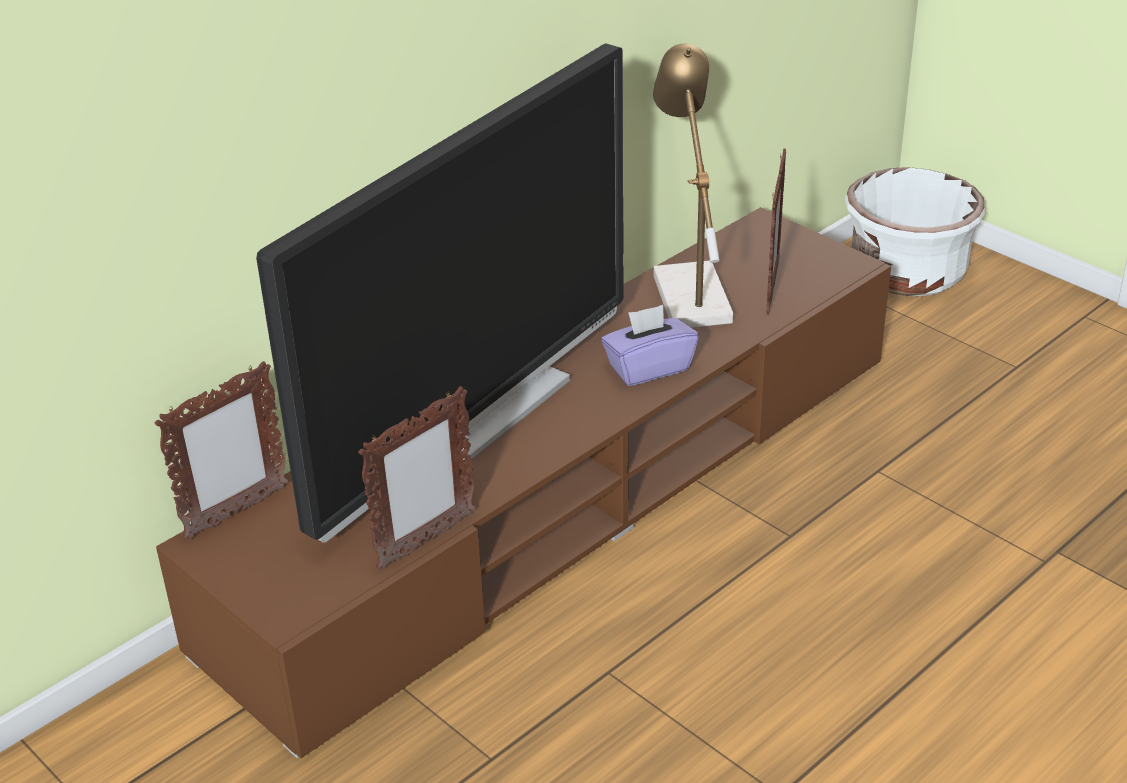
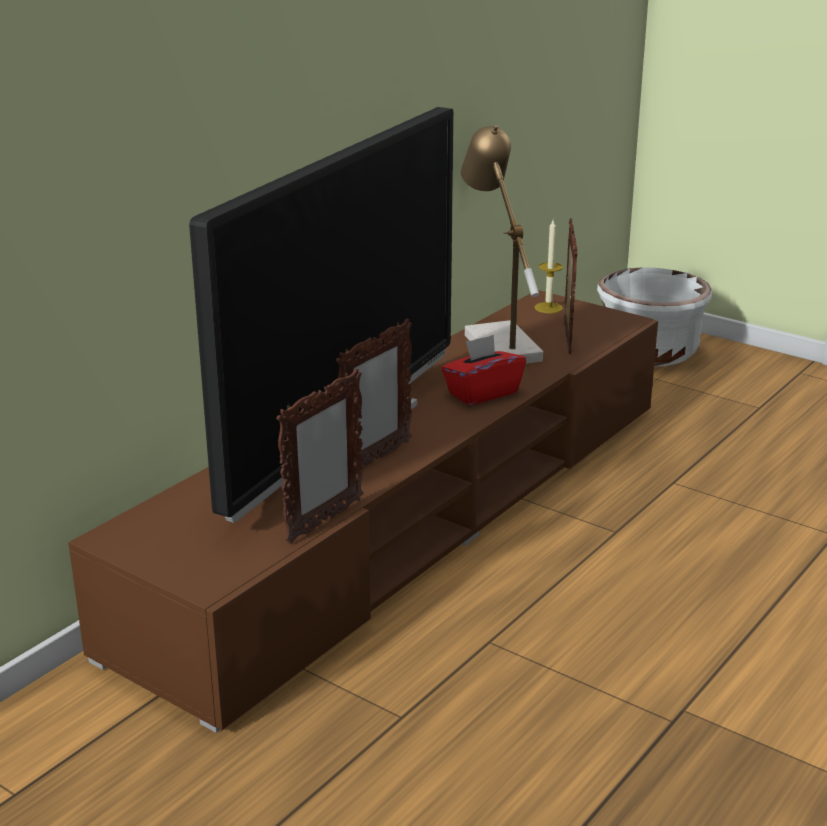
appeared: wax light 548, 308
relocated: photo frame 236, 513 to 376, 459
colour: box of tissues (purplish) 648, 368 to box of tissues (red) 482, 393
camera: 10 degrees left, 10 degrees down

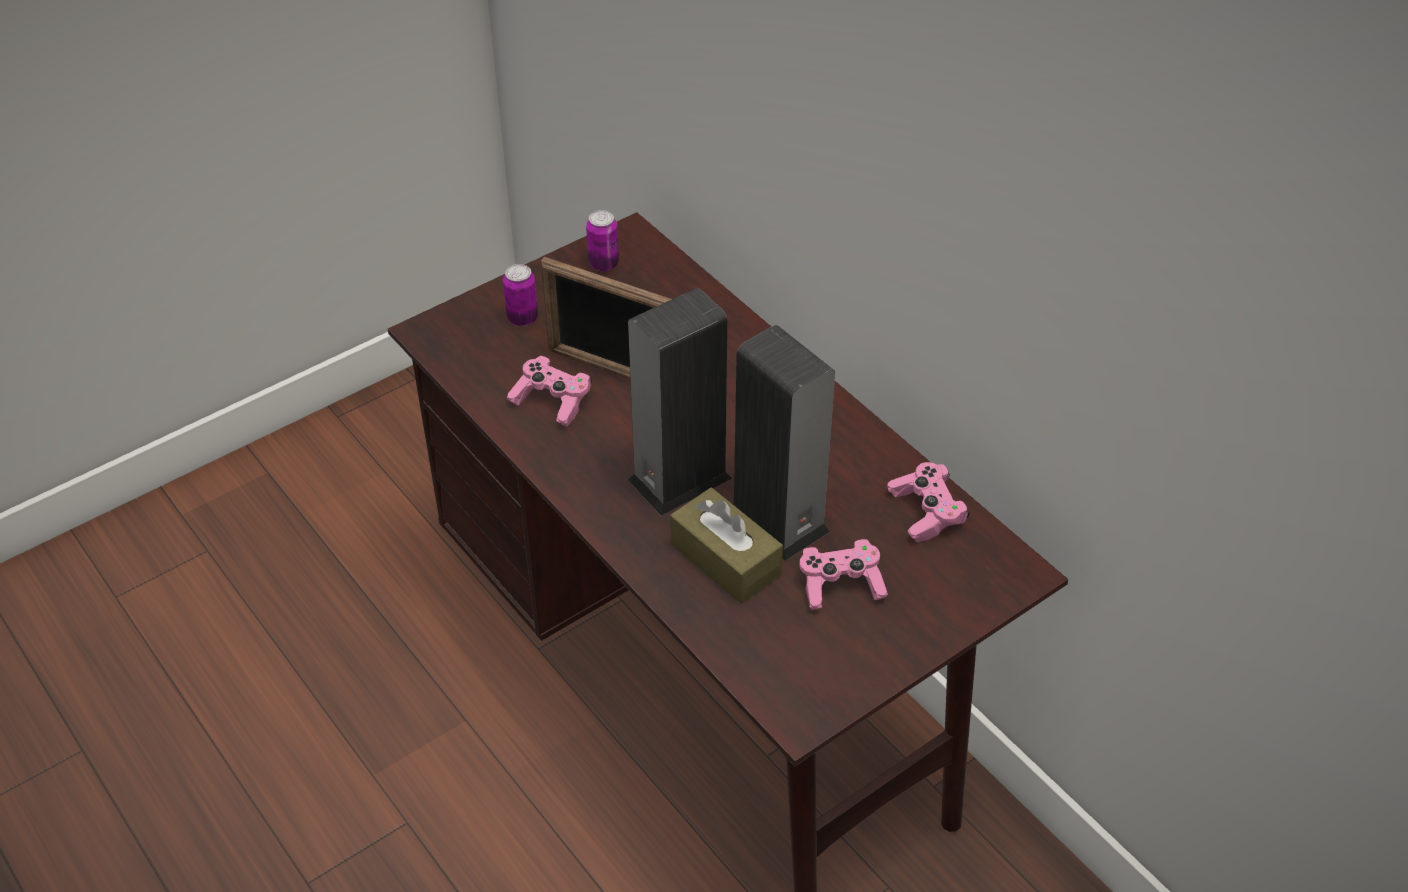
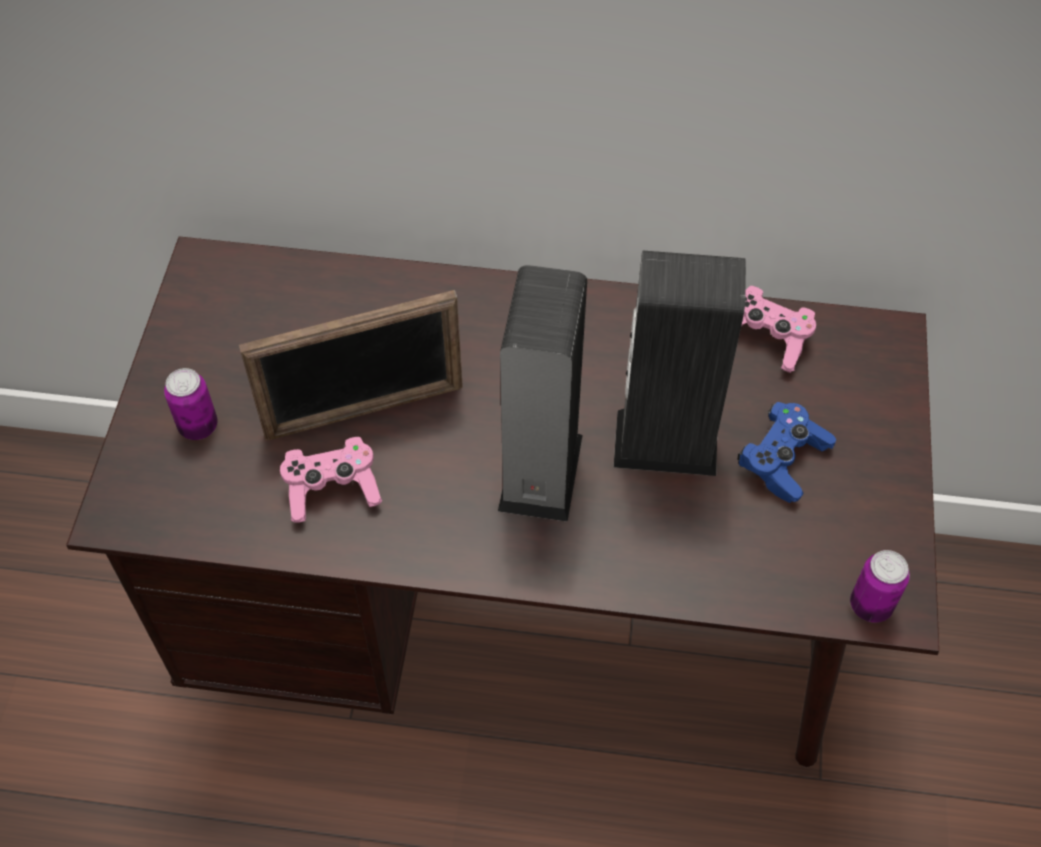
missing: box of tissues (brownish) 725, 559
relocated: sealed can 603, 263 to 870, 605
colour: joypad (pink) 840, 585 to joypad (bluish) 783, 460
camera: 45 degrees left, 10 degrees up

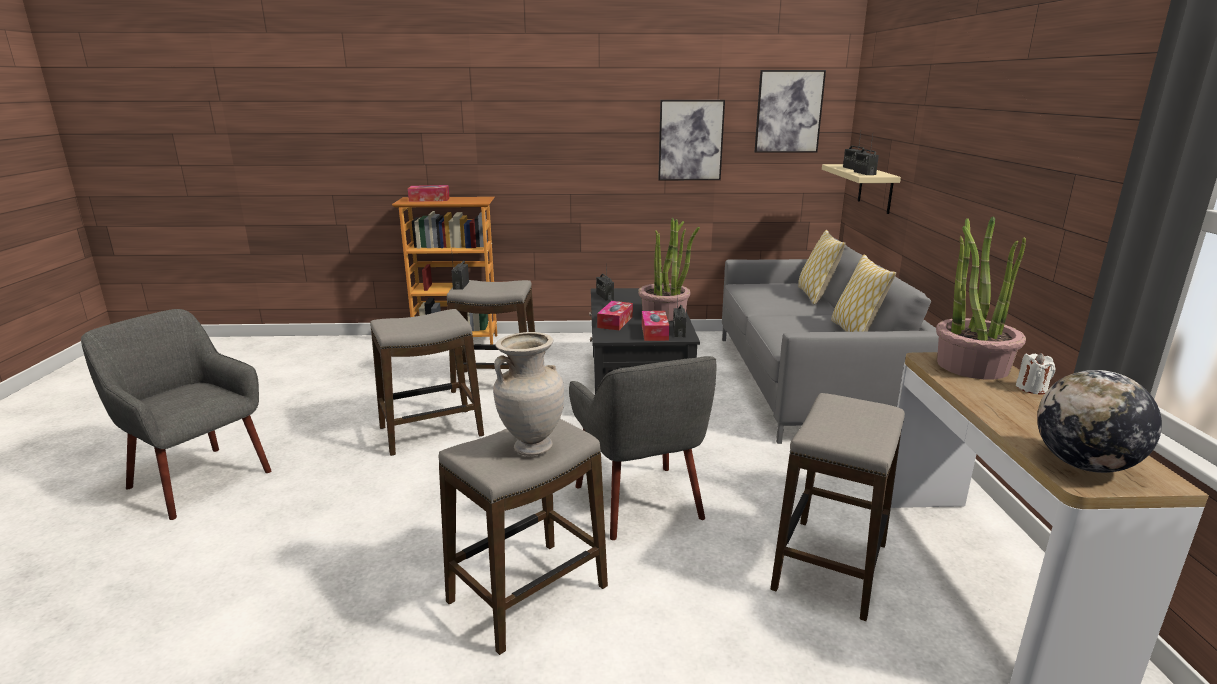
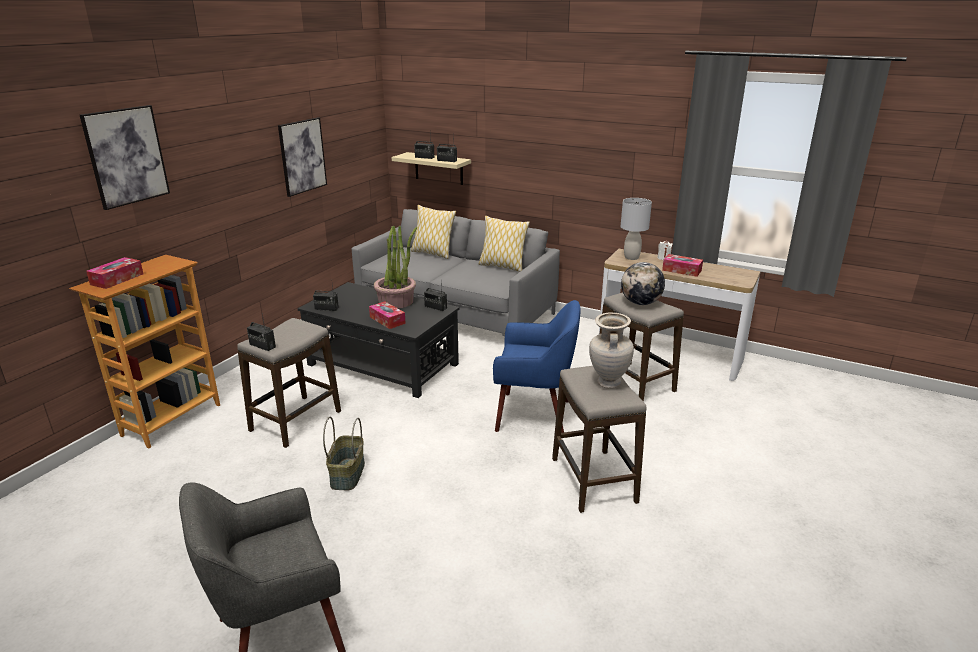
relocated: picture 788, 111 to 126, 156; world globe 1084, 465 to 640, 303; box of tissues 654, 332 to 681, 270
exchanged: stool 431, 432 to household basket 347, 474; potted plant 972, 366 to table lamp (greyish) 631, 257
colour: lounge chair (greyish) 640, 502 to lounge chair (bluish) 534, 414
camera: 60 degrees left, 5 degrees up

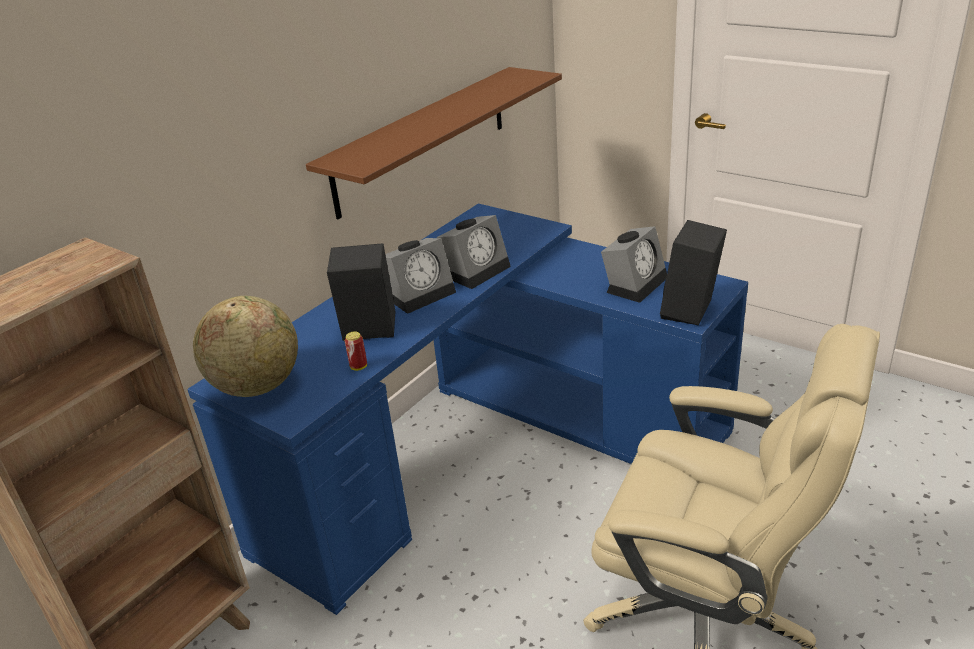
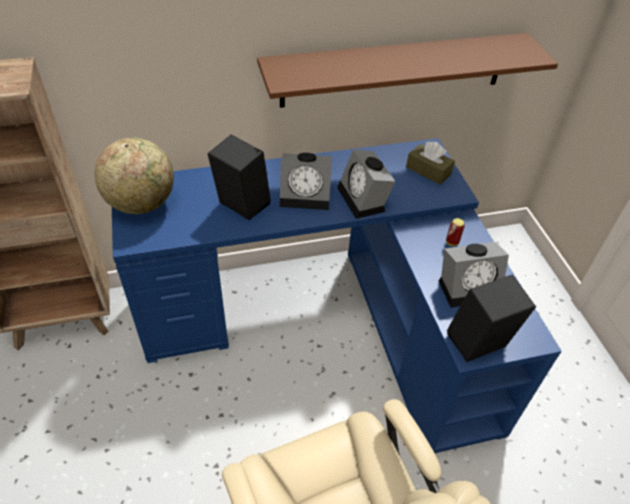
appeared: box of tissues (brownish) 428, 171
relocated: sealed can 358, 367 to 452, 242
spun: bedside clock 477, 270 = 364, 200 75 degrees clockwise
camera: 35 degrees right, 15 degrees up

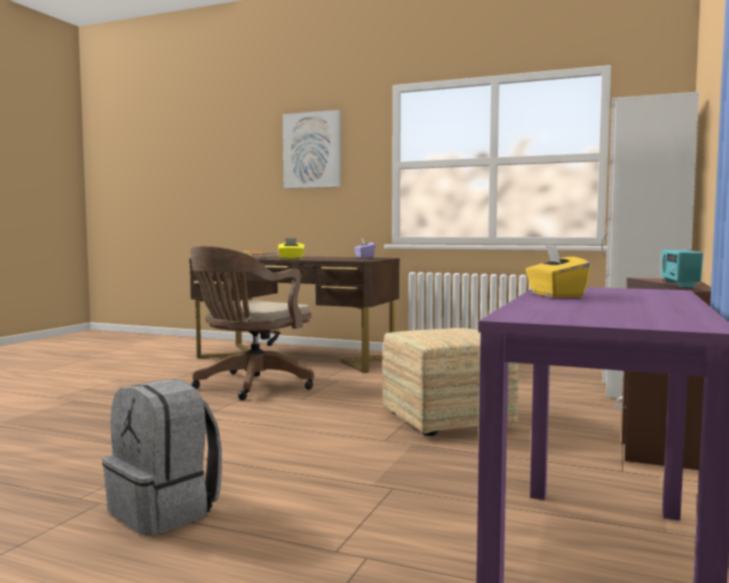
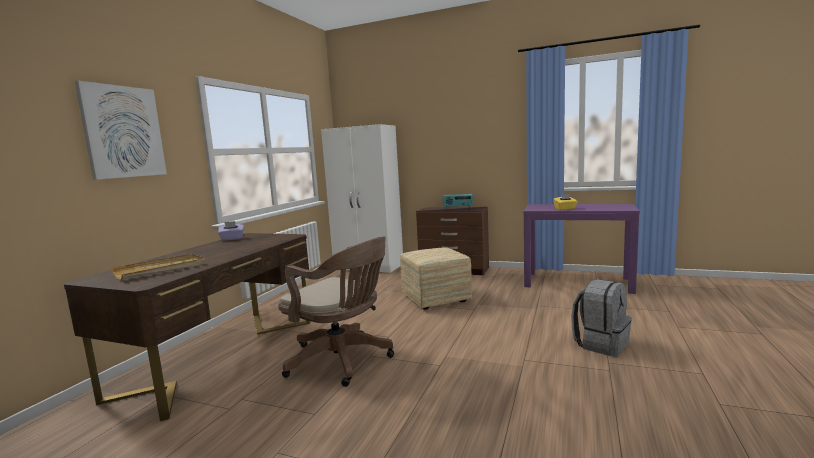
missing: box of tissues (yellowish) 291, 258
camera: 90 degrees left, 5 degrees up

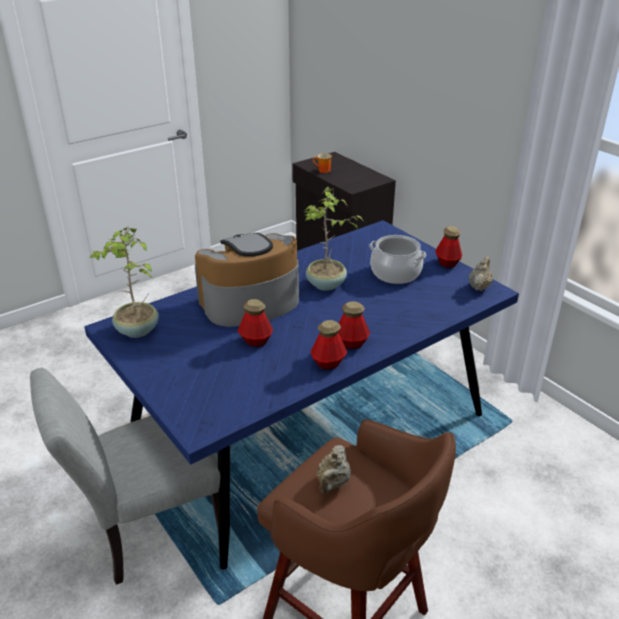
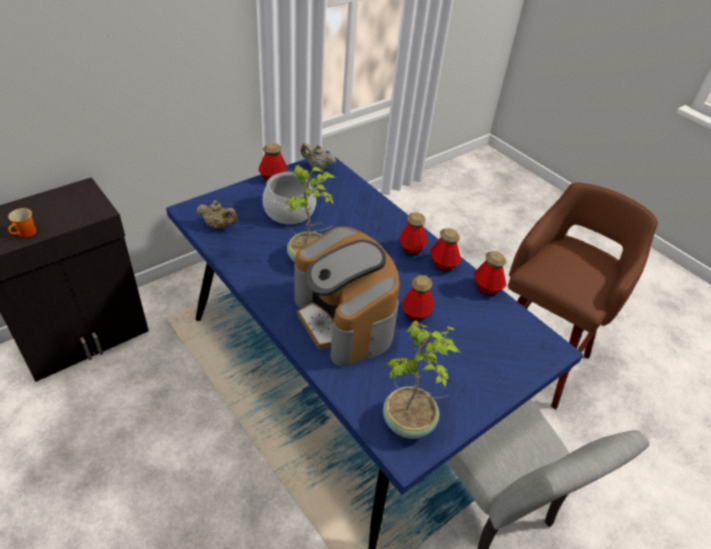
appeared: drink bottle 487, 288
relocated: tea pot (sand-coloured) 332, 483 to 218, 226
camera: 95 degrees left, 10 degrees up

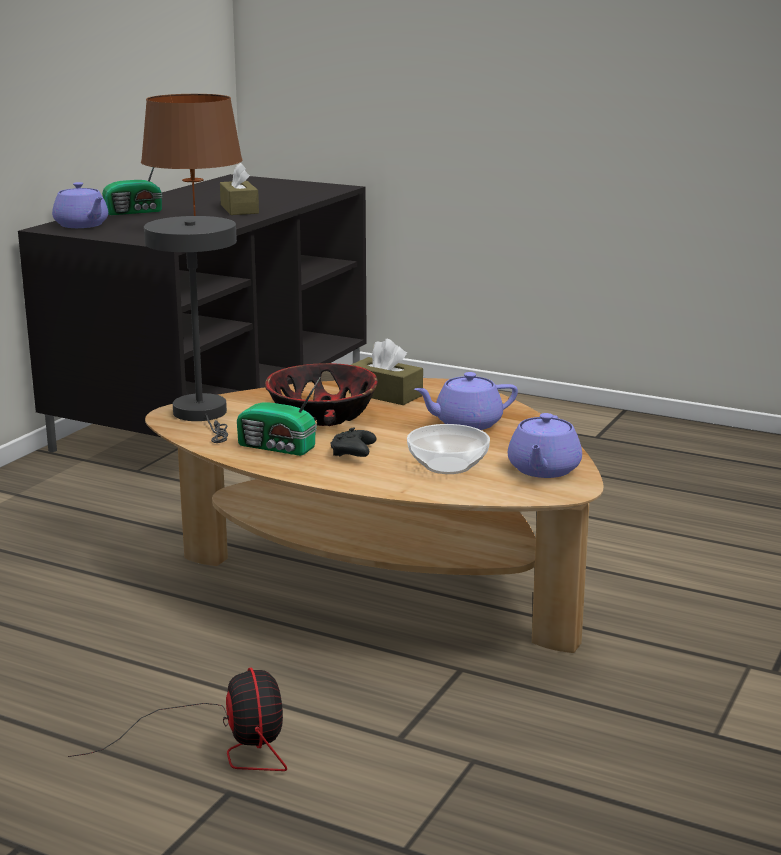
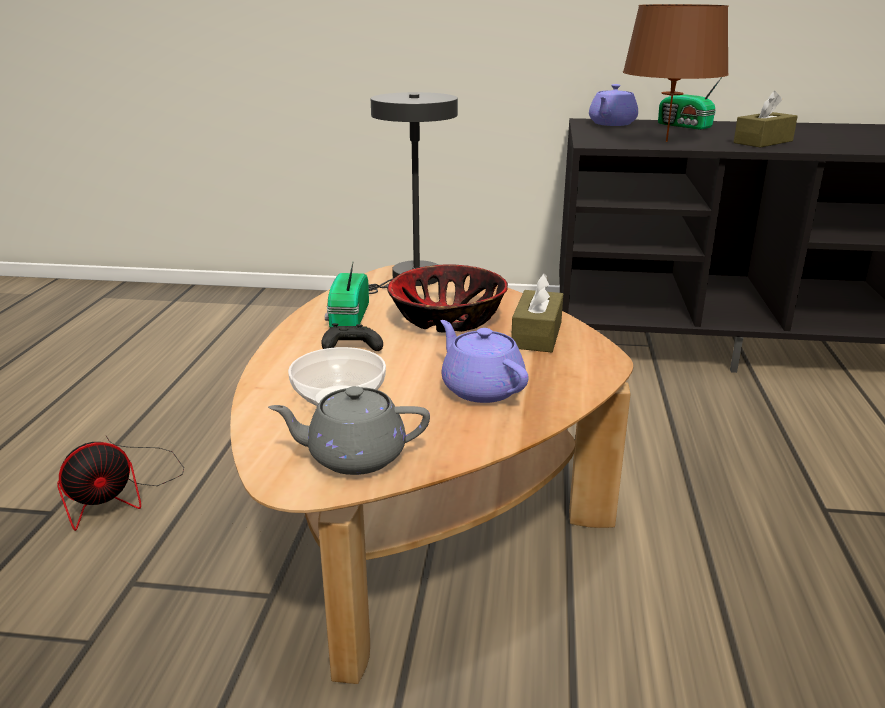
colour: tea pot (purplish) 543, 470 to tea pot (greyish) 354, 456
camera: 70 degrees right, 5 degrees up

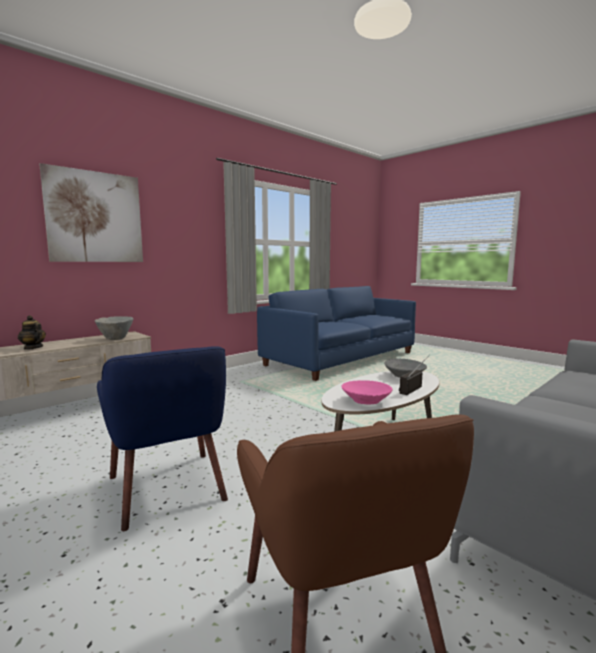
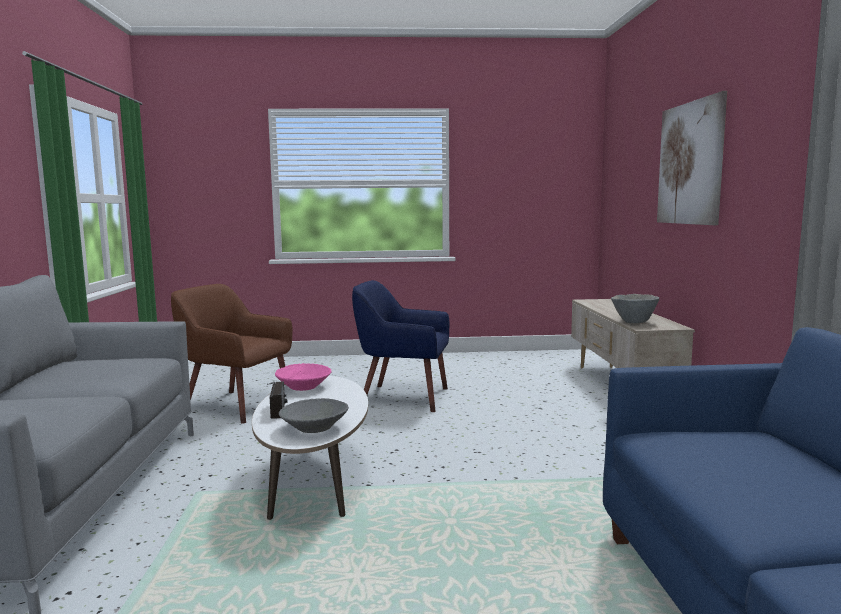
missing: tea pot 33, 347
camera: 130 degrees right, 0 degrees up

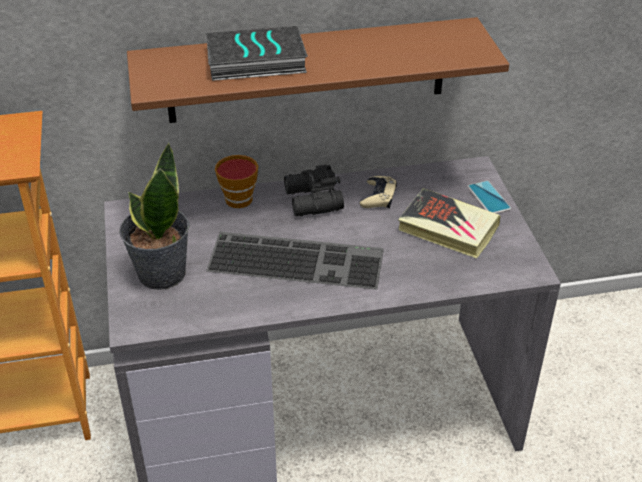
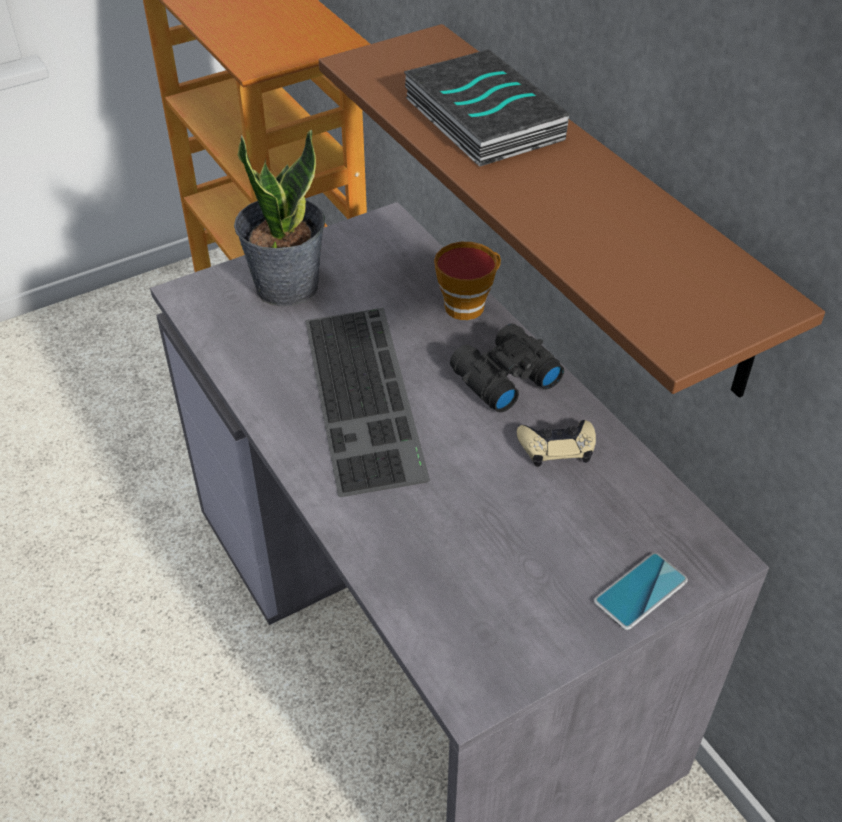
missing: book 448, 228
camera: 70 degrees right, 5 degrees up

